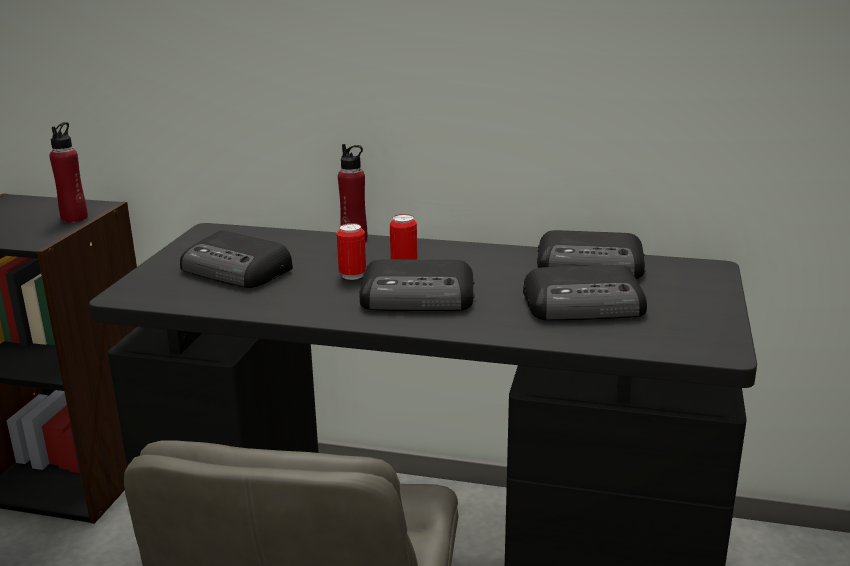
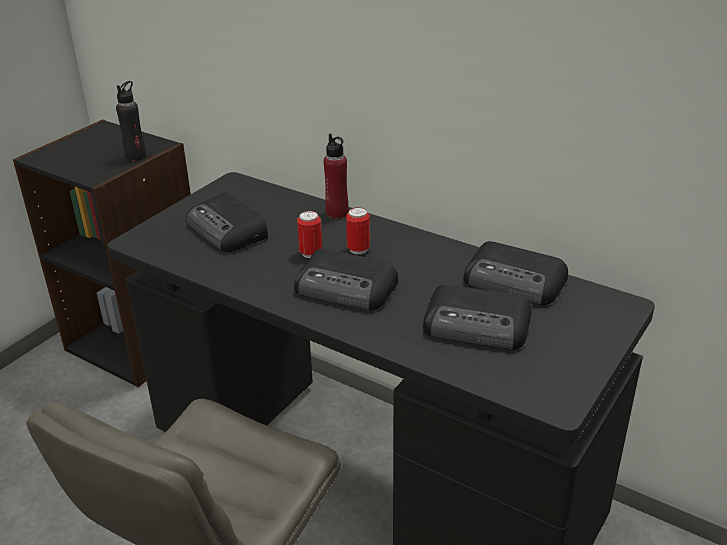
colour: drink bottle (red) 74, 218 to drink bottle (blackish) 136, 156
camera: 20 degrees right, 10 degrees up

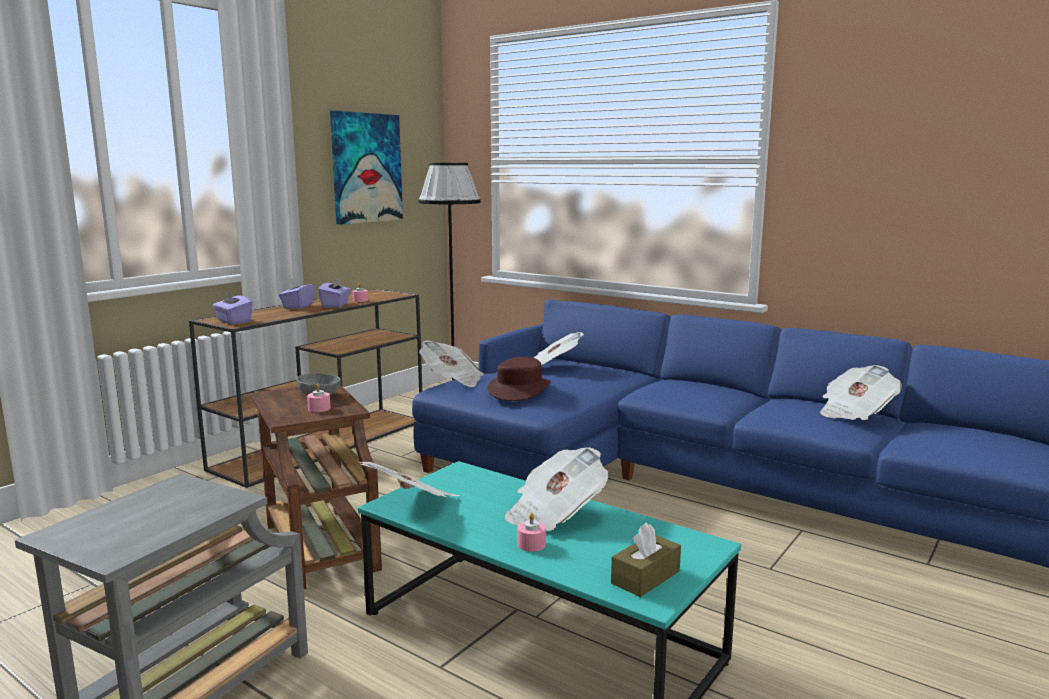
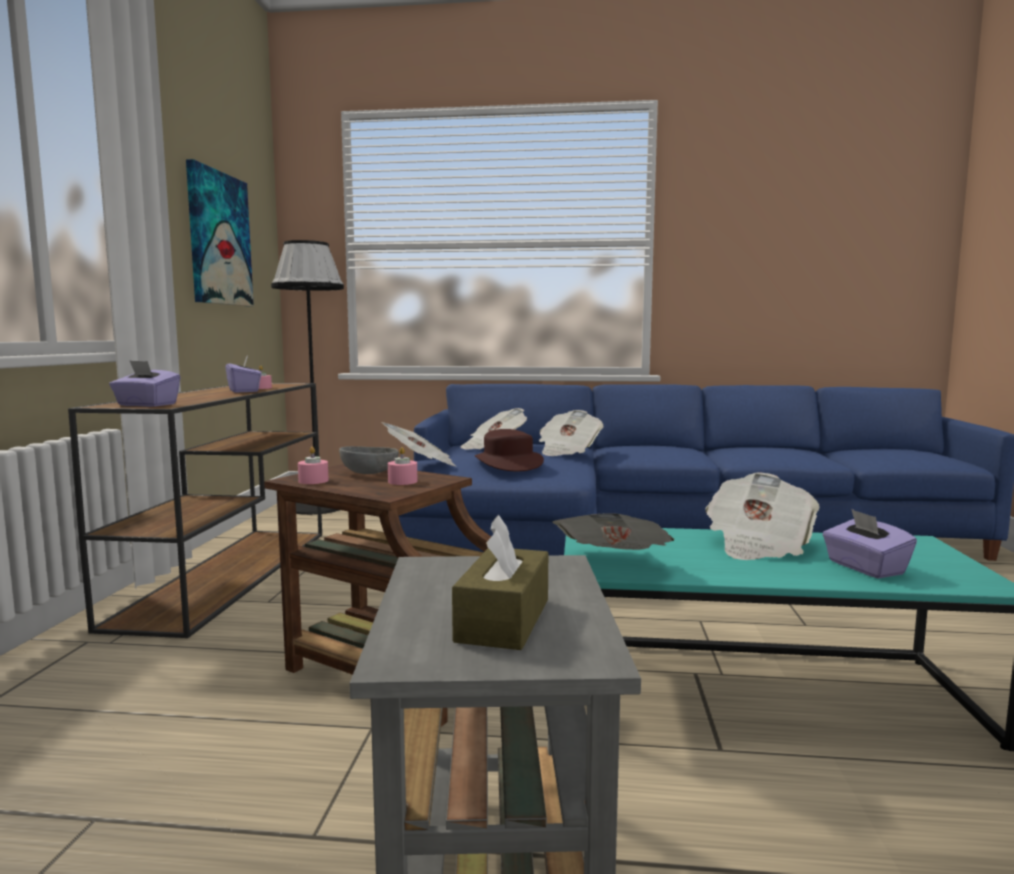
relocated: wax light (pink) 531, 544 to 313, 481; box of tissues (brownish) 645, 577 to 503, 620; printed paper 855, 412 to 567, 451; box of tissues (purplish) 298, 306 to 864, 568
camera: 30 degrees left, 5 degrees down

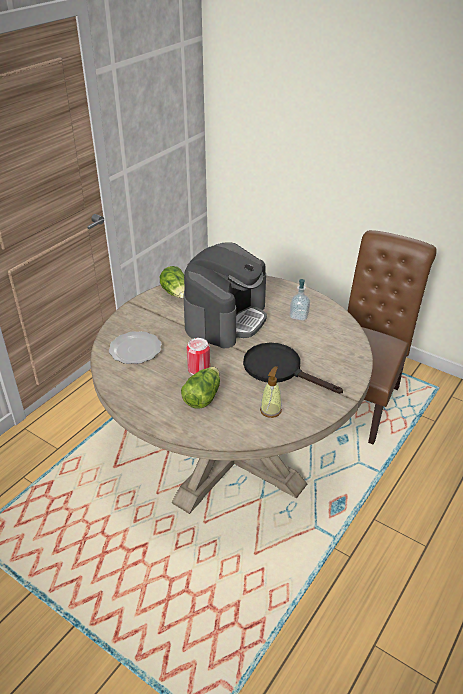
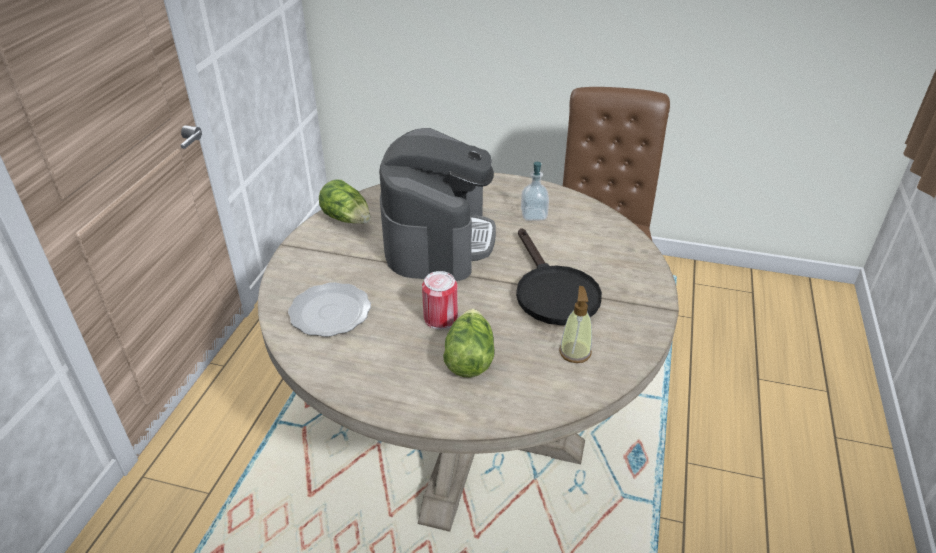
spun: skillet (blackish) 280, 369 = 552, 292 120 degrees counterclockwise
camera: 20 degrees left, 0 degrees up

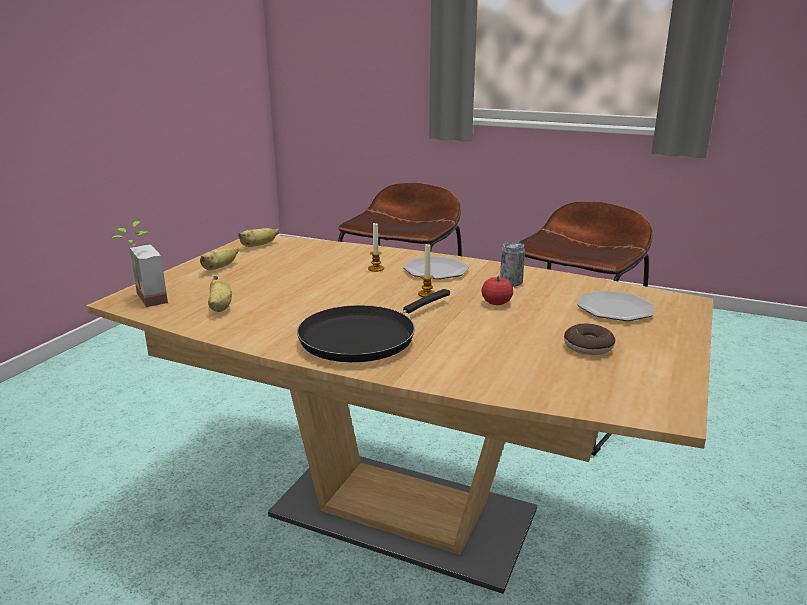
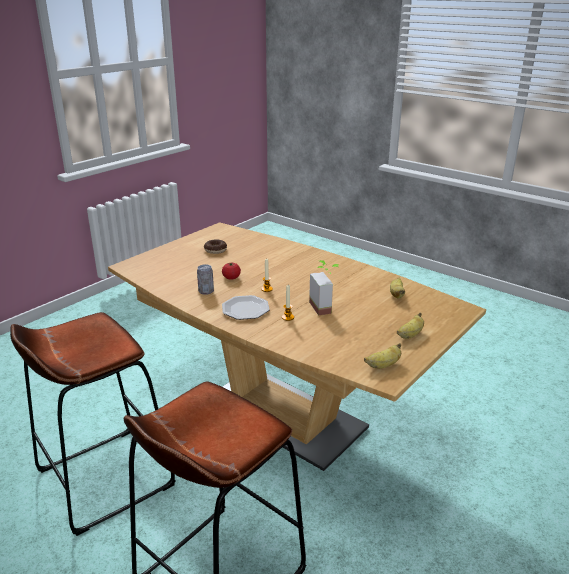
missing: skillet (blackish) 363, 337; dinner plate 615, 309
relocated: potted plant 143, 300 to 325, 307
camera: 165 degrees left, 5 degrees up

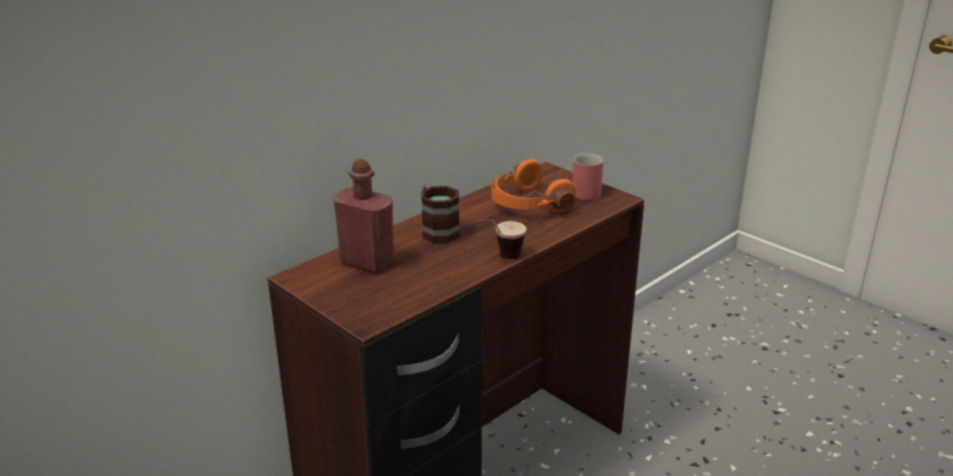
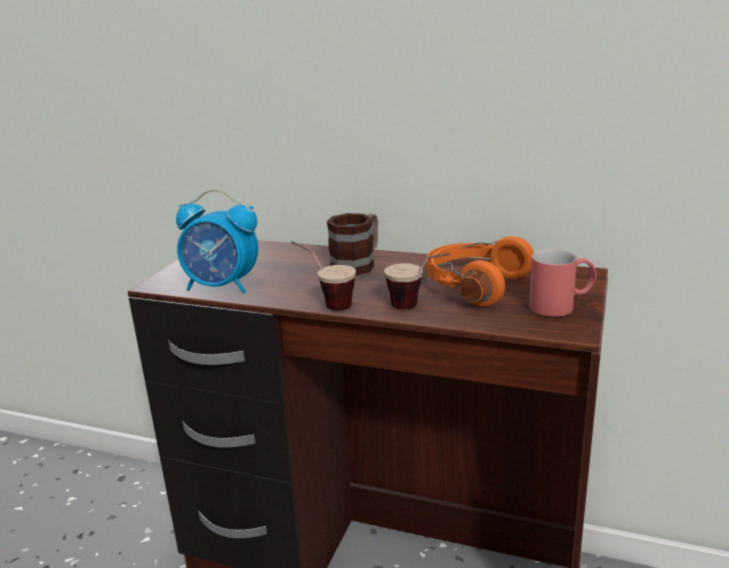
missing: drink bottle (red) 367, 262
appeared: bedside clock 222, 287; drinking cup 418, 308
camera: 65 degrees right, 5 degrees down

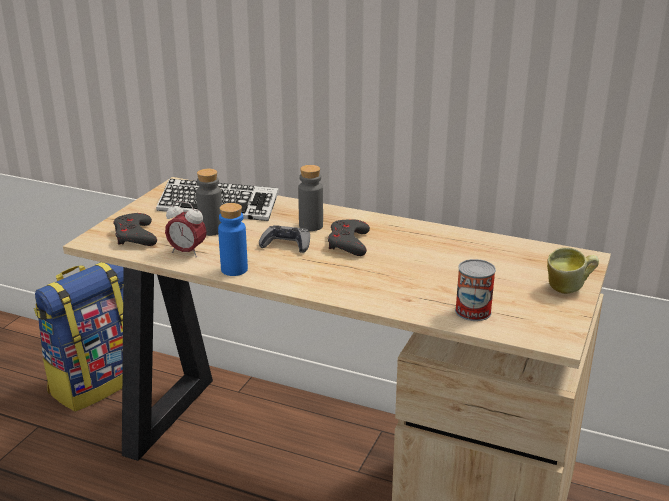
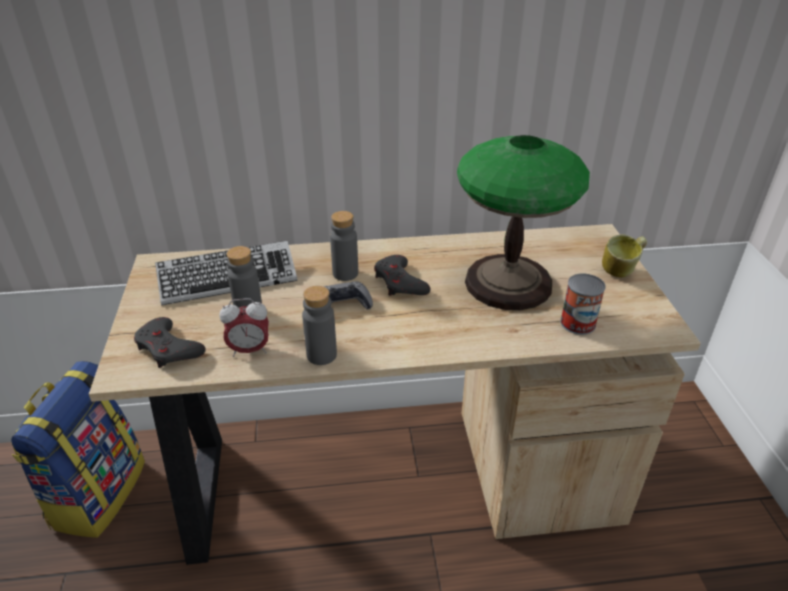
appeared: table lamp 508, 284
colour: drink bottle (bluish) 234, 269 to drink bottle (greyish) 321, 355
camera: 30 degrees left, 10 degrees up

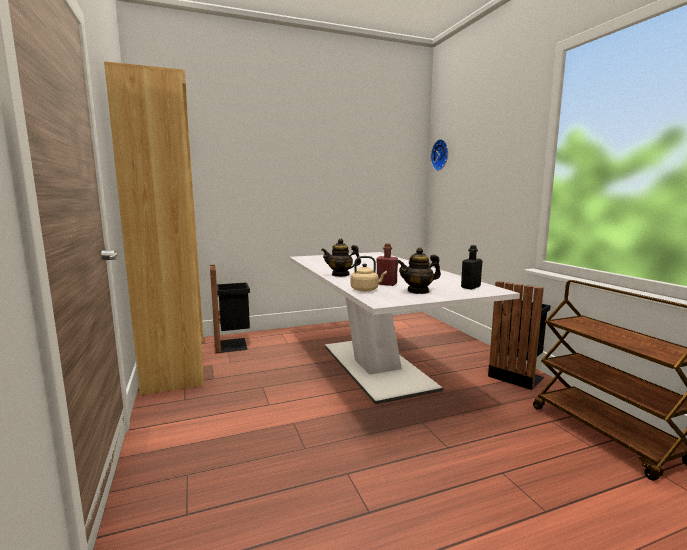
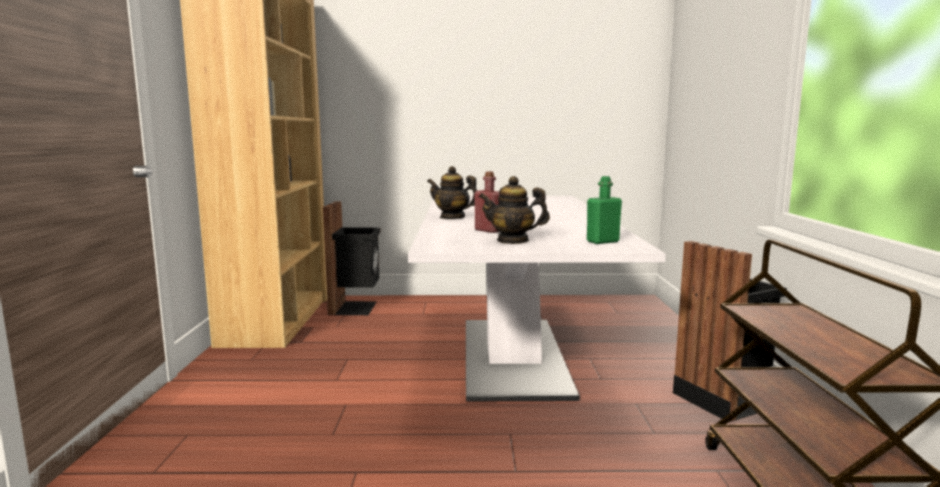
missing: tea kettle (sand-coloured) 366, 290; hanging clock 441, 155
colour: drink bottle (blackish) 470, 287 to drink bottle (green) 602, 241
camera: 20 degrees right, 0 degrees up

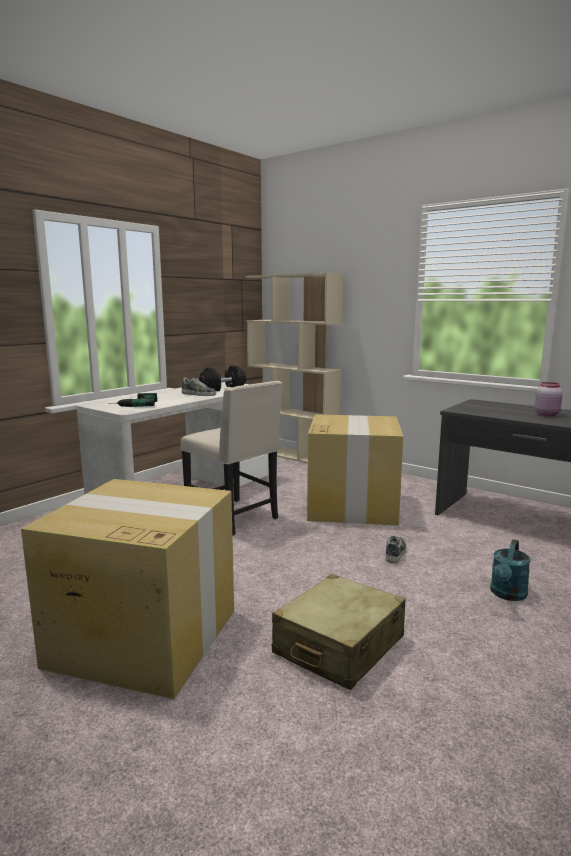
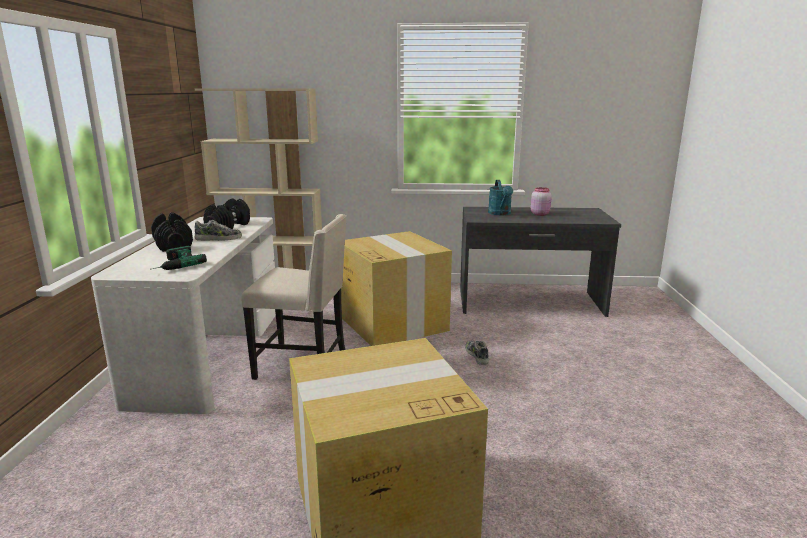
missing: travel case (sand-coloured) 339, 646
appeared: dumbbell (blackish) 173, 245
relocated: sprinkling can (turquoise-coloured) 507, 595 to 500, 214
camera: 35 degrees left, 5 degrees up

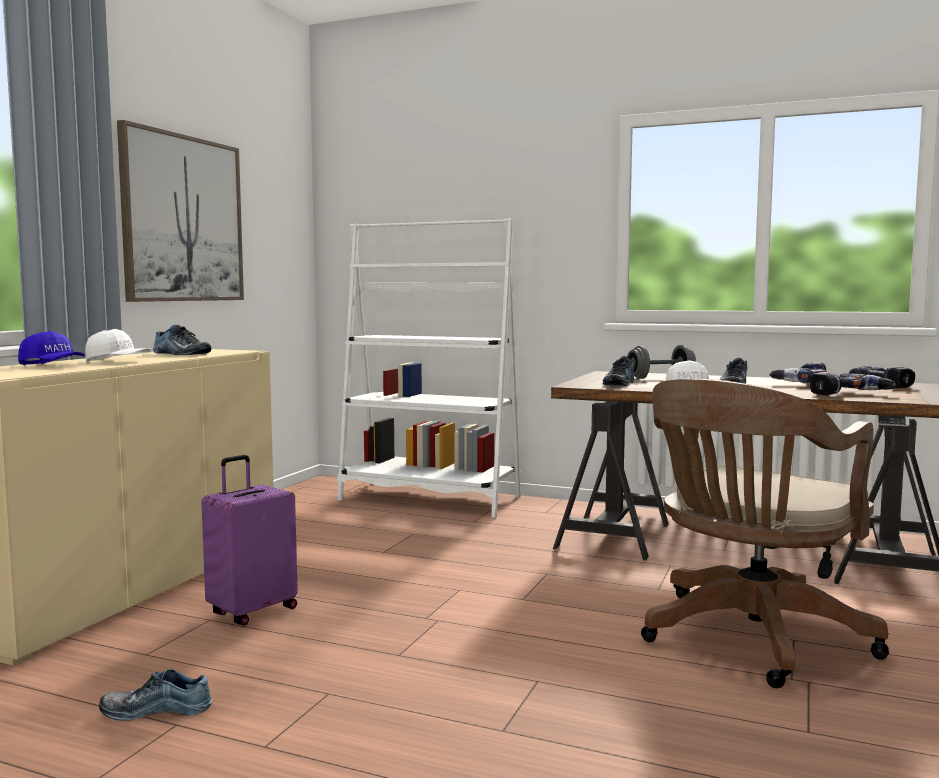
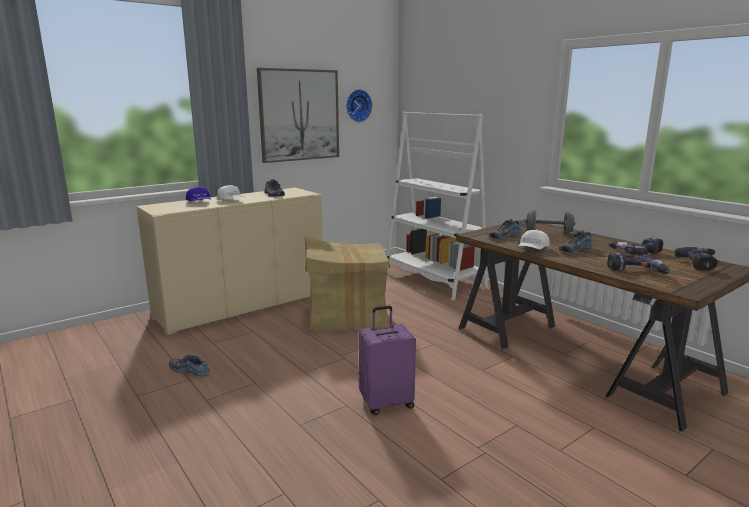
missing: desk chair (brownish) 750, 639
appeared: packing box 346, 316; hanging clock 357, 105
relocated: travel case (purplish) 252, 611 to 386, 403
camera: 30 degrees right, 10 degrees up

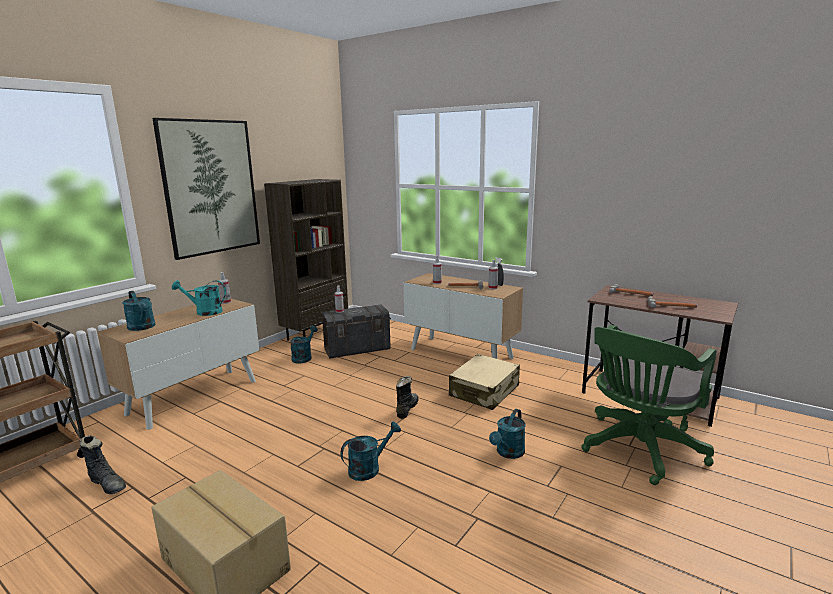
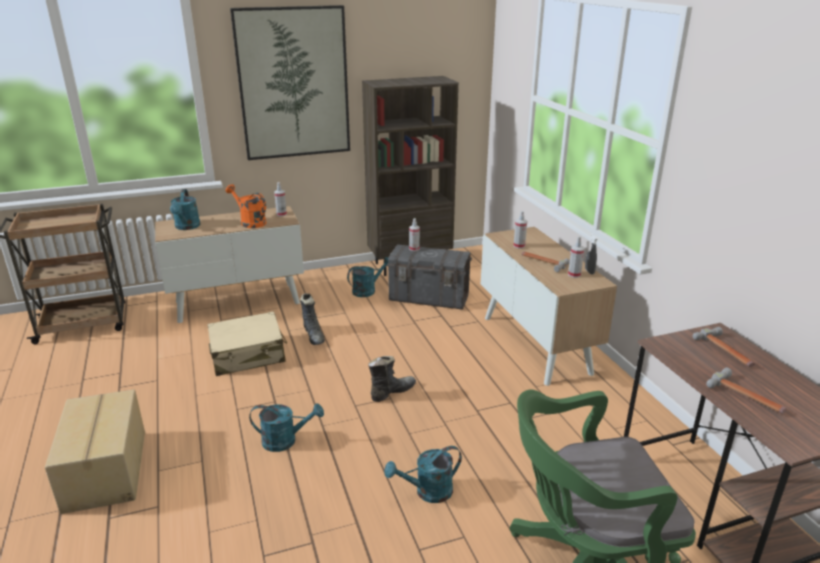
relocated: travel case (sand-coloured) 484, 391 to 248, 354; high-top boot (blackish) 107, 484 to 314, 336
colour: sprinkling can (turquoise-coloured) 204, 312 to sprinkling can (orange-coloured) 250, 222
camera: 35 degrees right, 10 degrees up

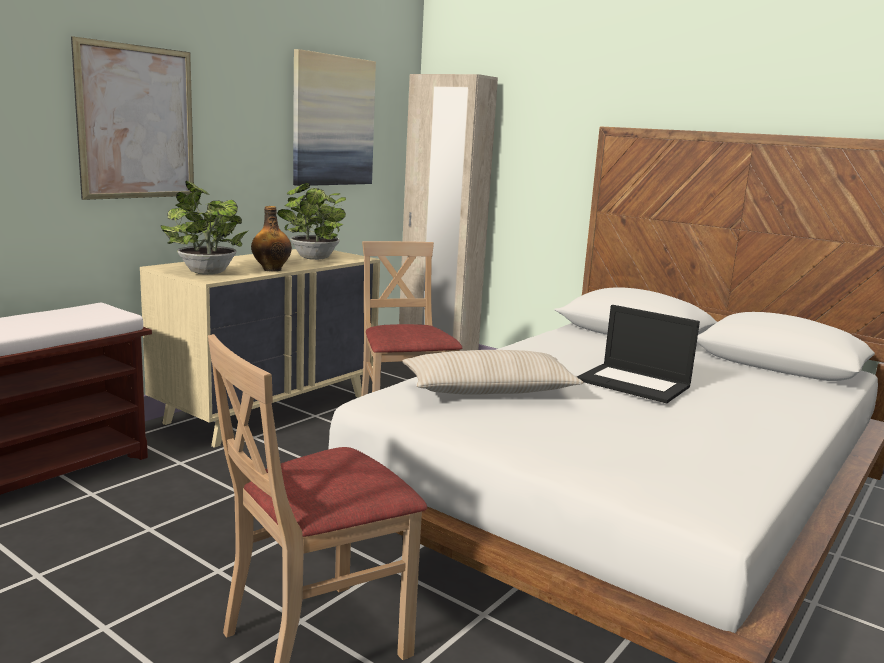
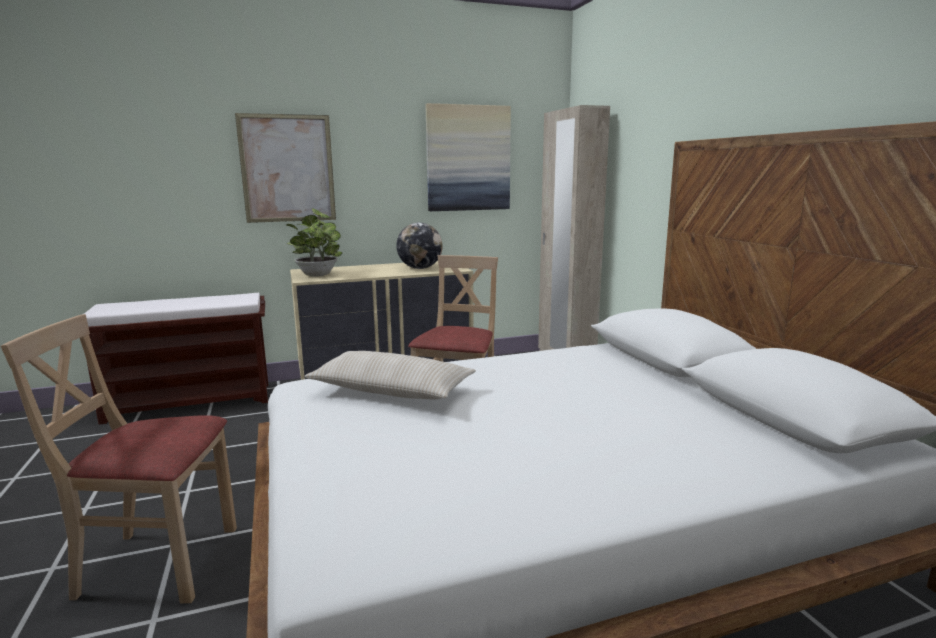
missing: drink bottle 271, 269; laptop 635, 383
exchanged: potted plant 313, 258 to world globe 420, 268
camera: 35 degrees right, 0 degrees up

